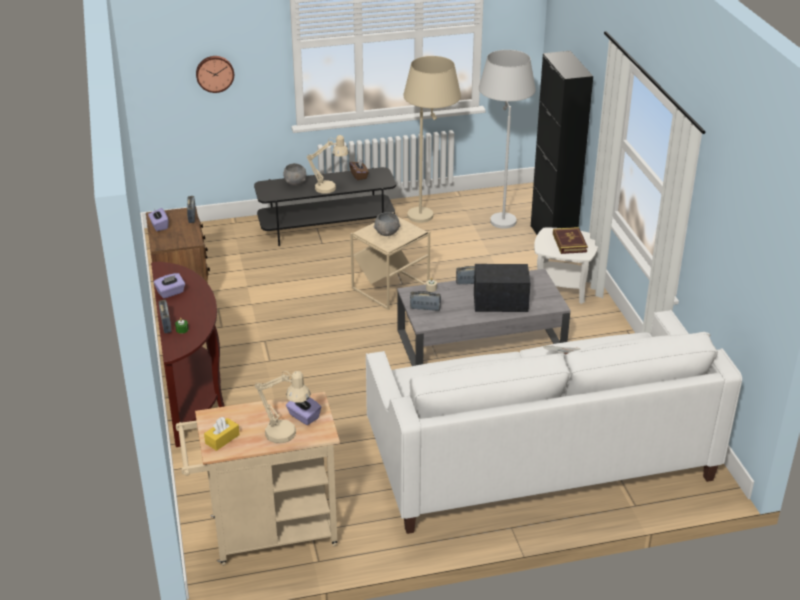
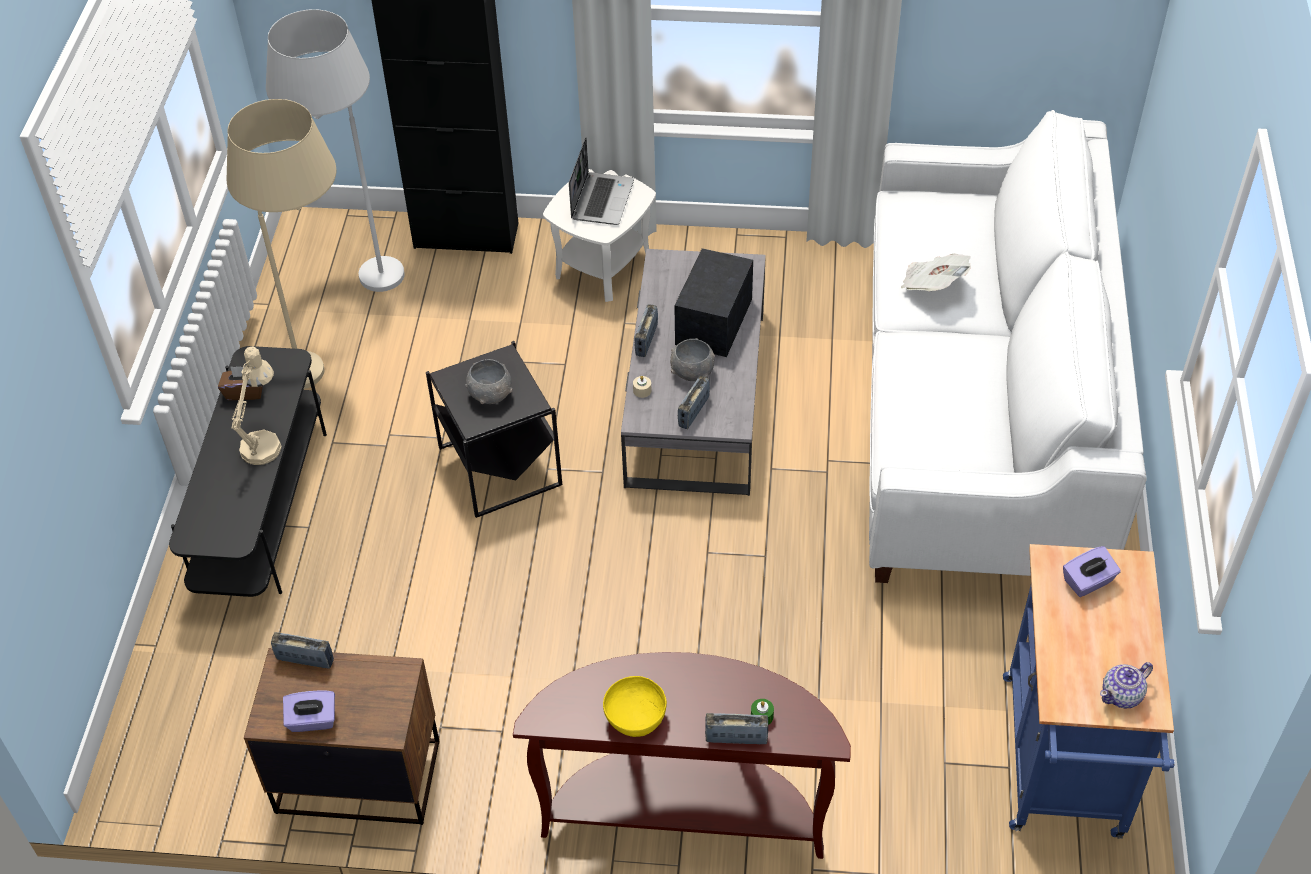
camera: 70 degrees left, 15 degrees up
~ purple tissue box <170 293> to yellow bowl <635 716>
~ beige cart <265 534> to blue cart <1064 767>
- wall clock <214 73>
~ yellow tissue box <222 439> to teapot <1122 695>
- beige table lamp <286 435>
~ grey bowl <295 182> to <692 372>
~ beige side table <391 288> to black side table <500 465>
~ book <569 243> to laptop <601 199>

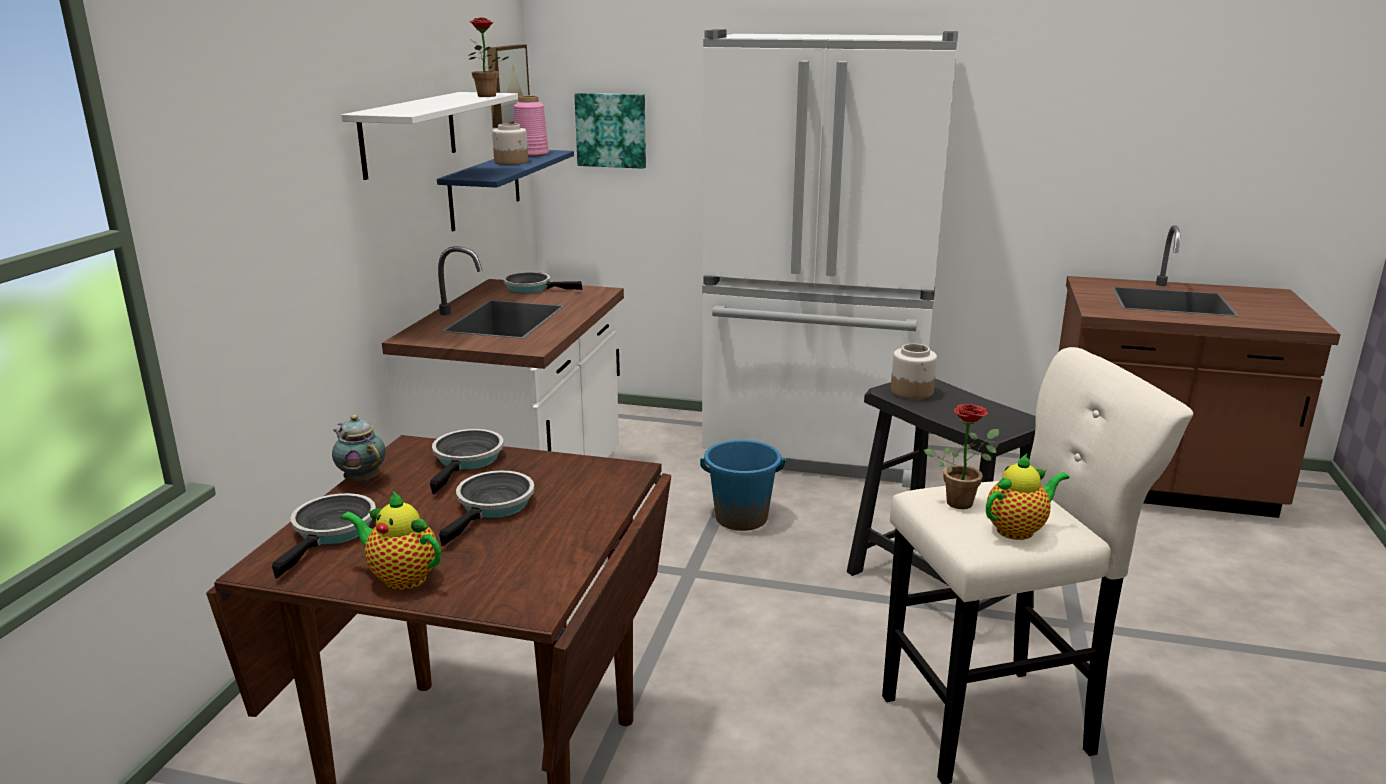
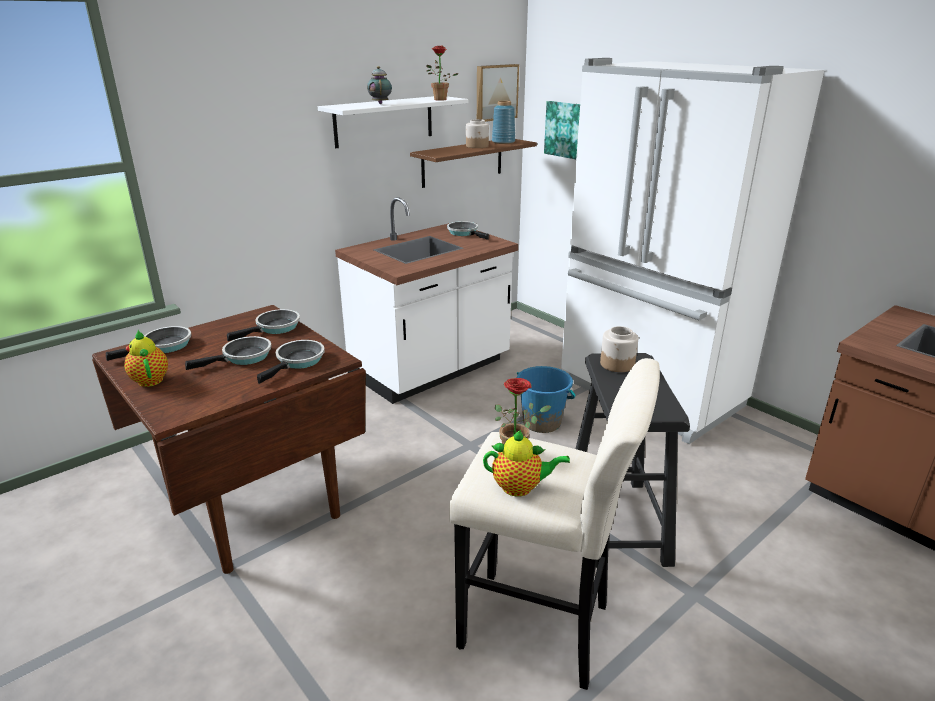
camera: 35 degrees right, 5 degrees up
~ teapot <362 479> to <380 103>
~ blue shelf <485 188> to brown shelf <462 162>
~ pink vase <532 154> to blue vase <503 142>
+ frying pan <298 361>

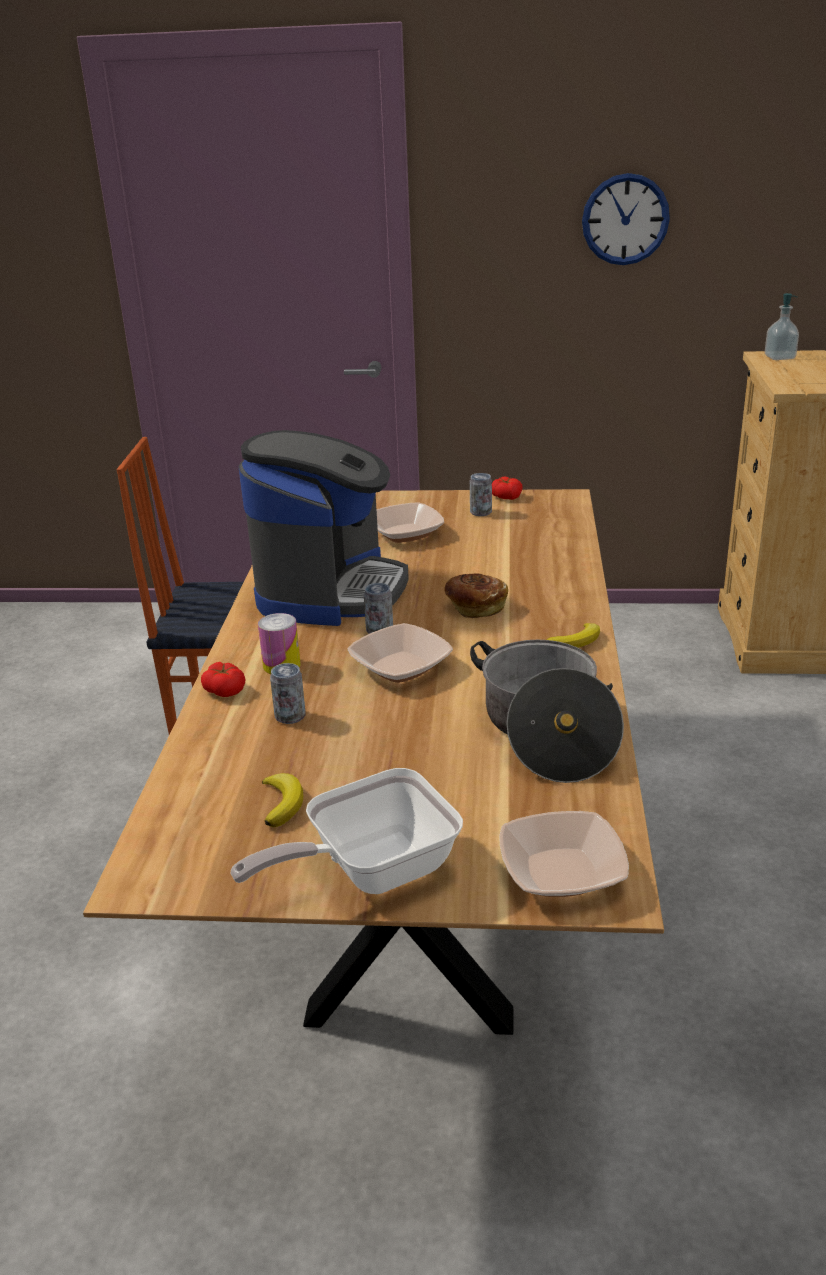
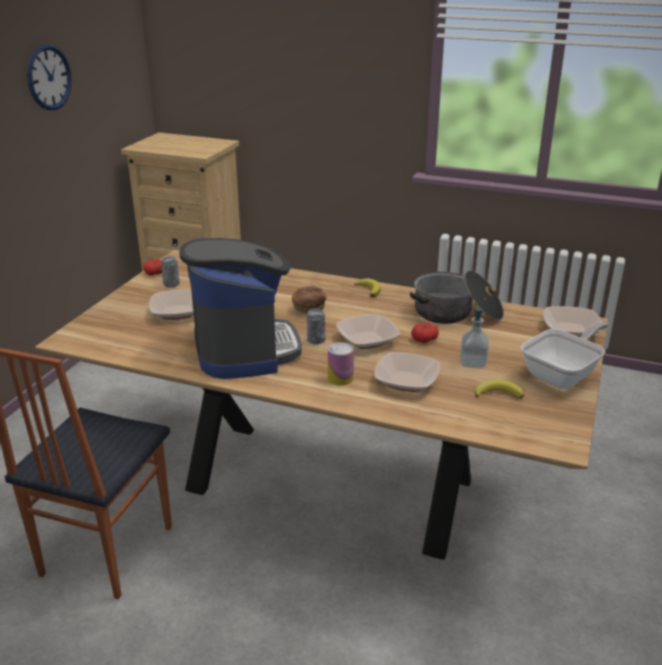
camera: 75 degrees left, 0 degrees up
~ tomato <225 690> to <424 339>
~ frying pan <370 872> = <563 375> 120 degrees counterclockwise
~ coffee machine <330 591> = <244 349> 45 degrees clockwise
~ can <290 716> to bowl <406 381>
~ soap dispenser <779 357> to <473 362>

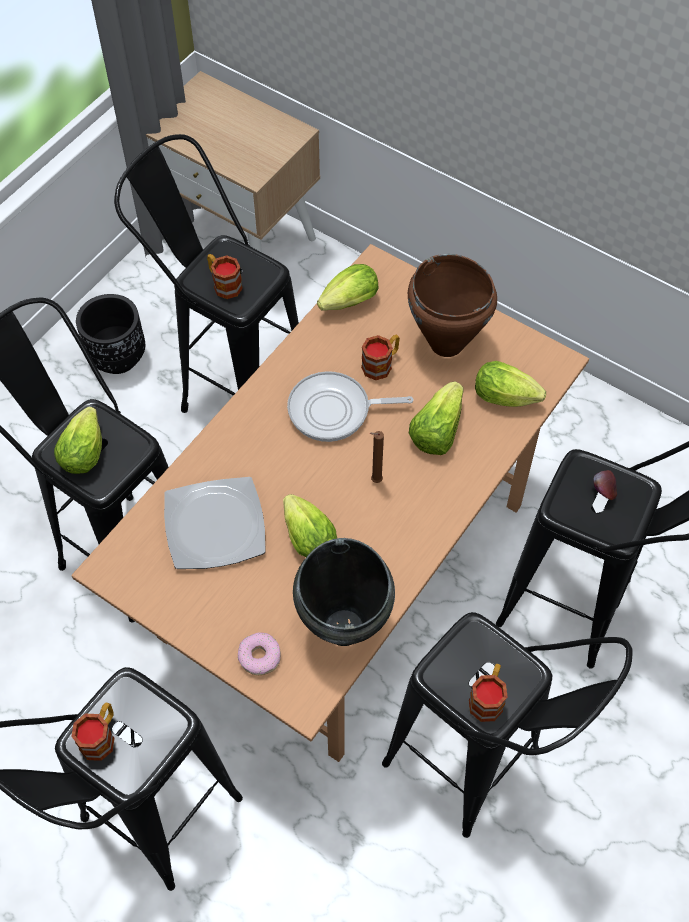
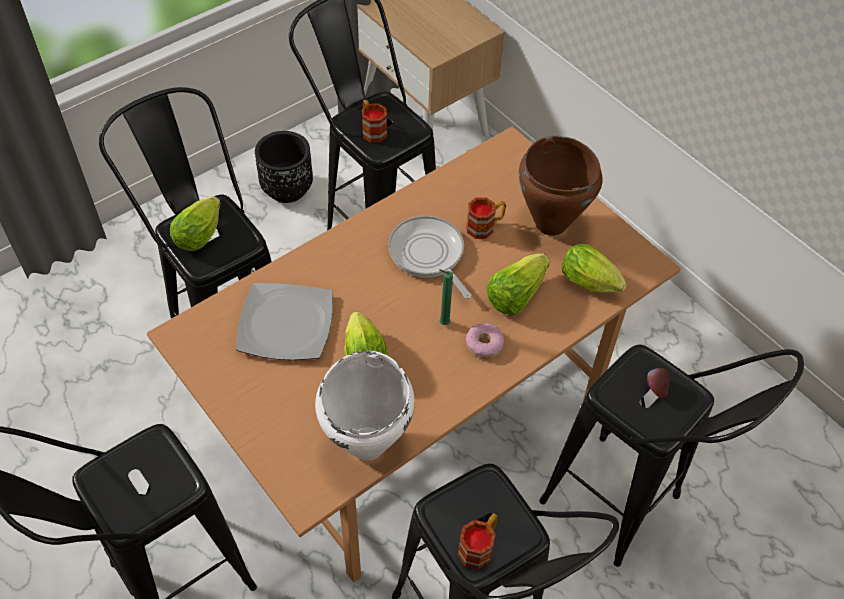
camera: 15 degrees right, 5 degrees down
- mug <101 736>
~ donut <260 656> to <484 344>
~ frying pan <334 411> = <428 255> 45 degrees clockwise
~ black cooking pot <344 627> to white cooking pot <368 443>
- lettuce <346 304>
~ brown candle <374 481> to green candle <442 323>

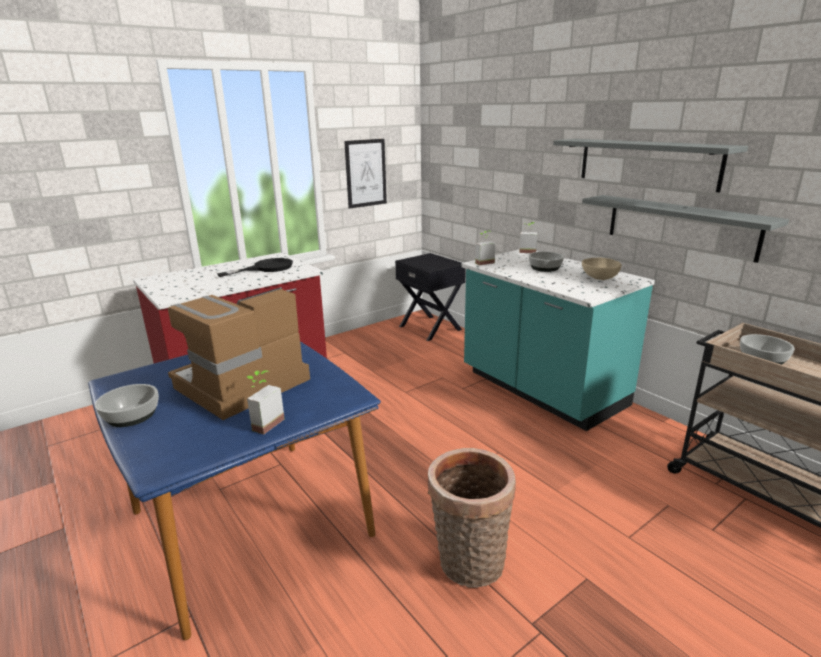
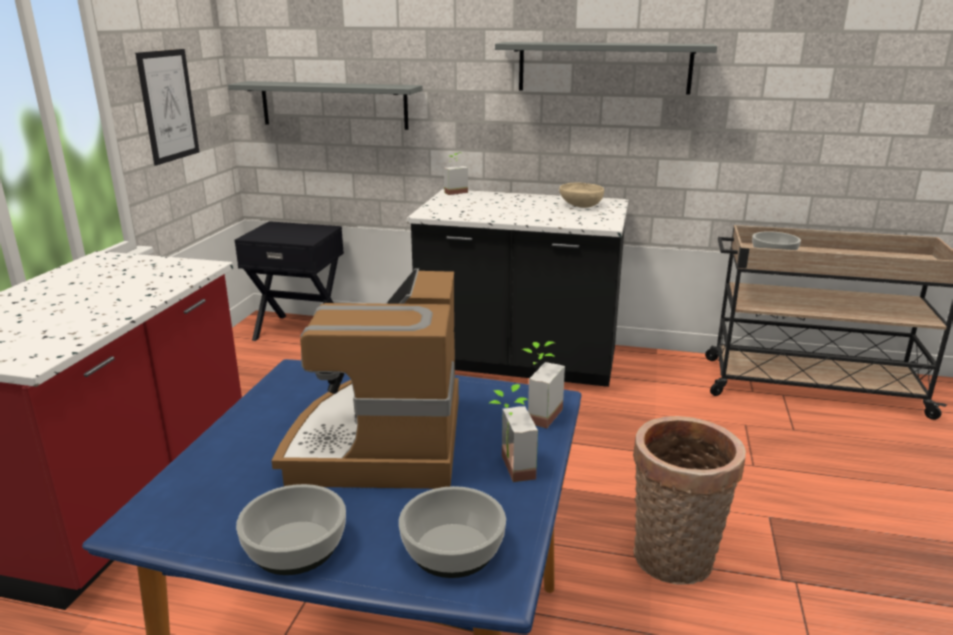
camera: 40 degrees left, 0 degrees up
- black frying pan <266 268>
~ turquoise counter <541 390> to black counter <519 361>
~ potted plant <483 262> to <537 414>
~ bowl <544 268> to <451 550>
~ grey shelf <680 226> to <334 105>

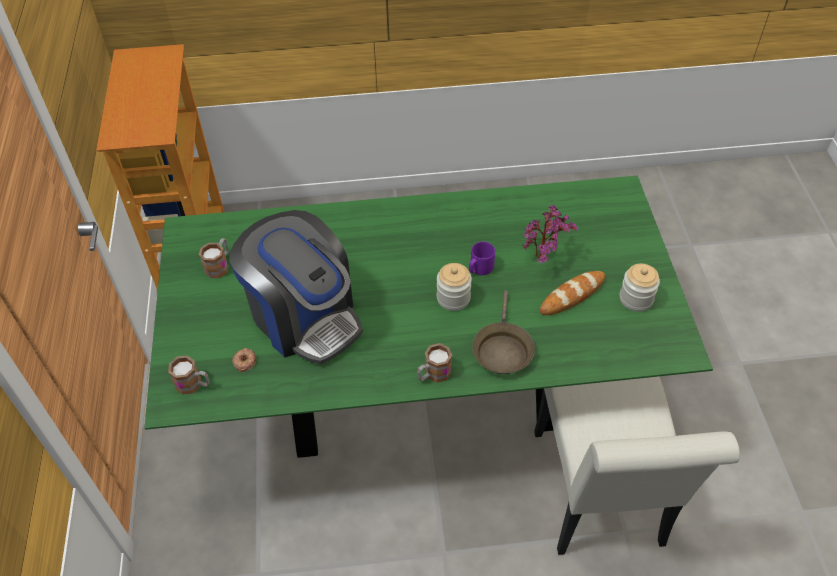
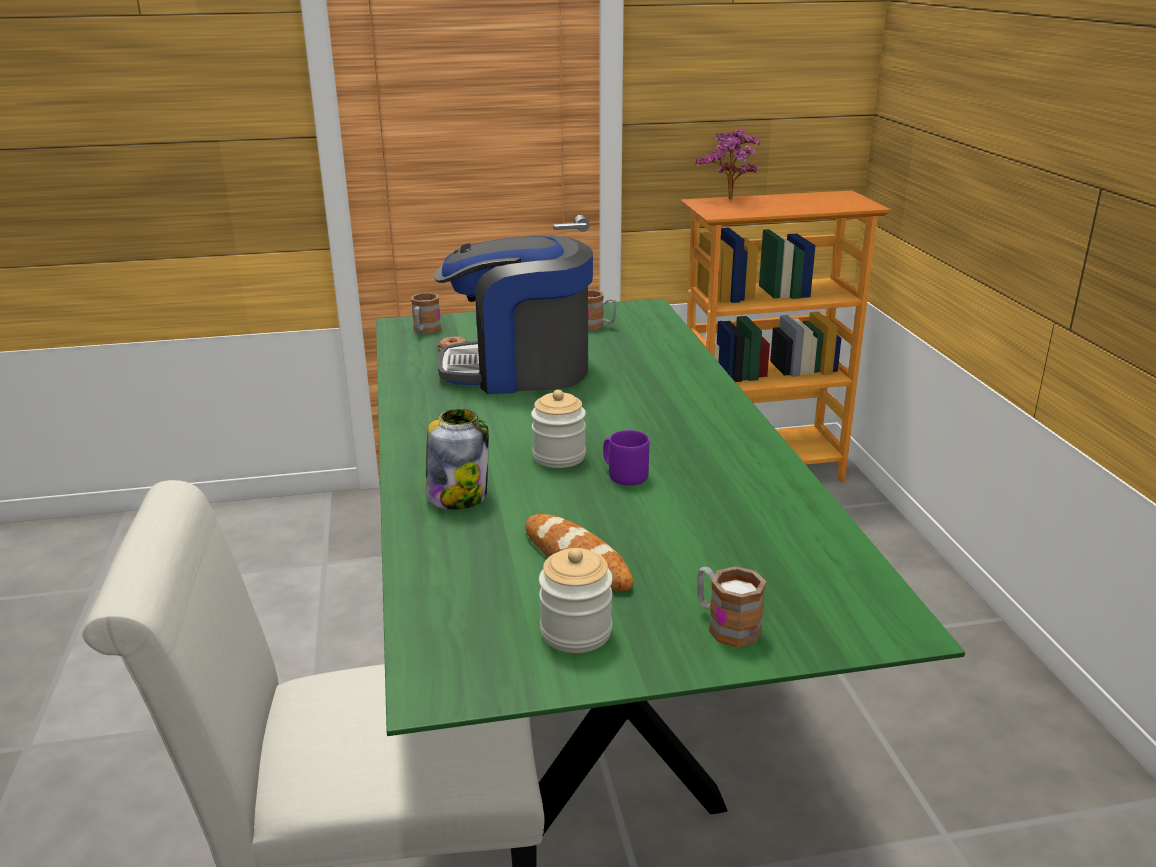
camera: 85 degrees right, 25 degrees down
~ coffee machine <304 317> = <518 370> 45 degrees clockwise
~ mug <433 374> to <725 625>
~ brown frying pan <502 349> to jar <458 496>
~ potted plant <543 258> to <730 200>

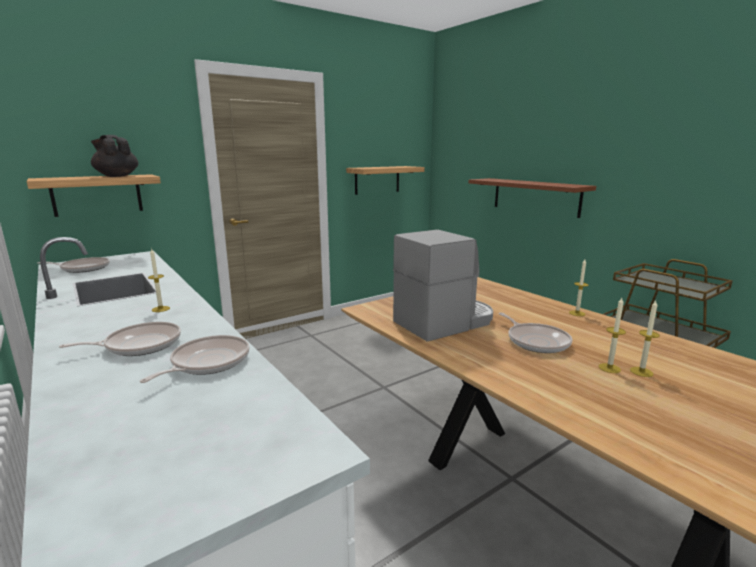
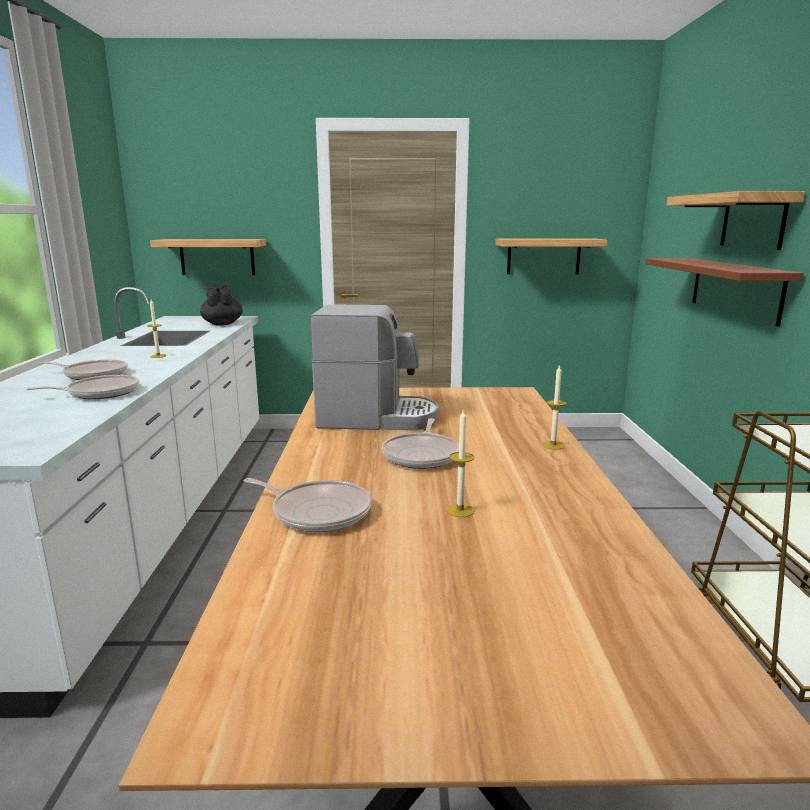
camera: 35 degrees right, 0 degrees up
~ frying pan <83 268> to <317 512>
~ black teapot <117 176> to <222 324>
- candle <609 368>
+ shelf <753 221>

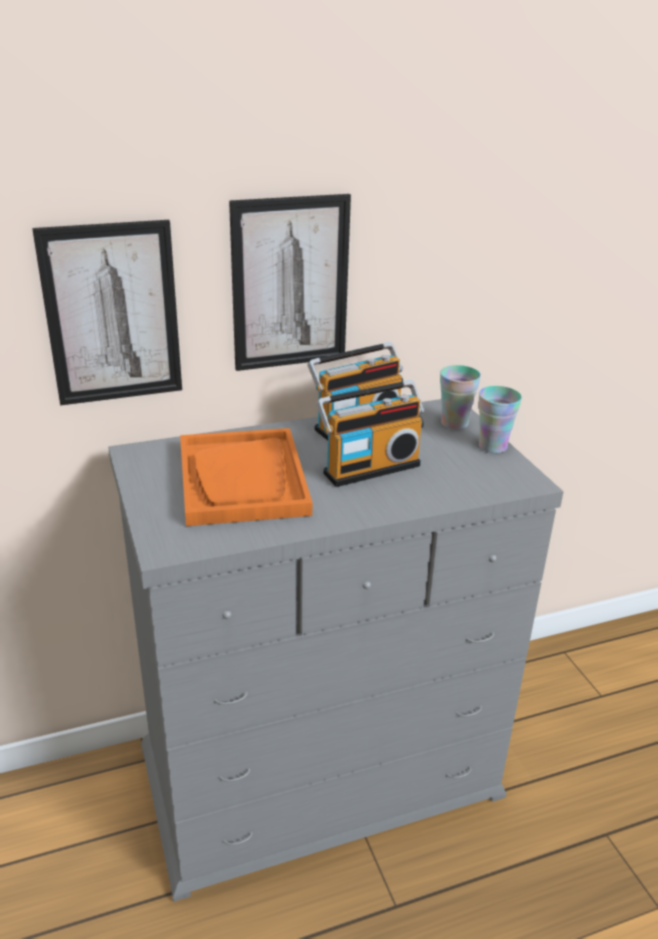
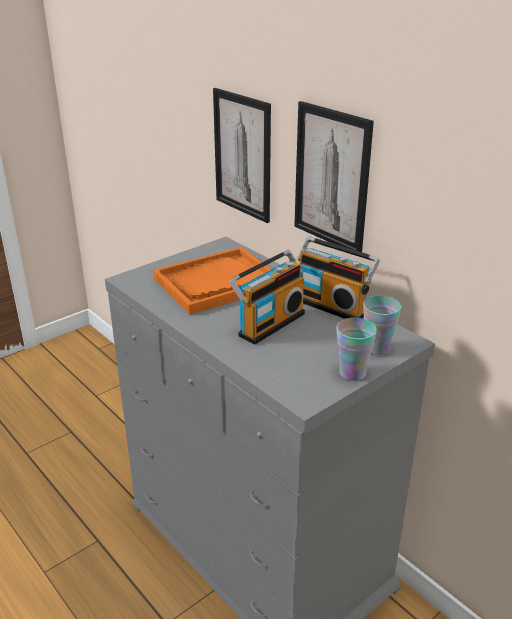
camera: 70 degrees right, 0 degrees up
~ radio <370 467> = <269 323> 90 degrees counterclockwise

